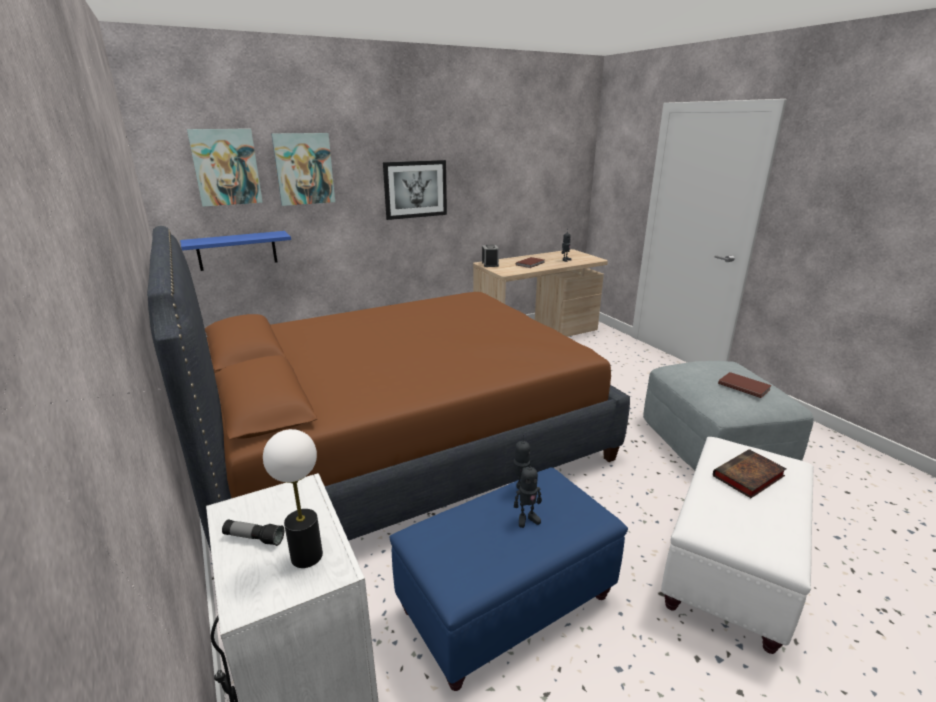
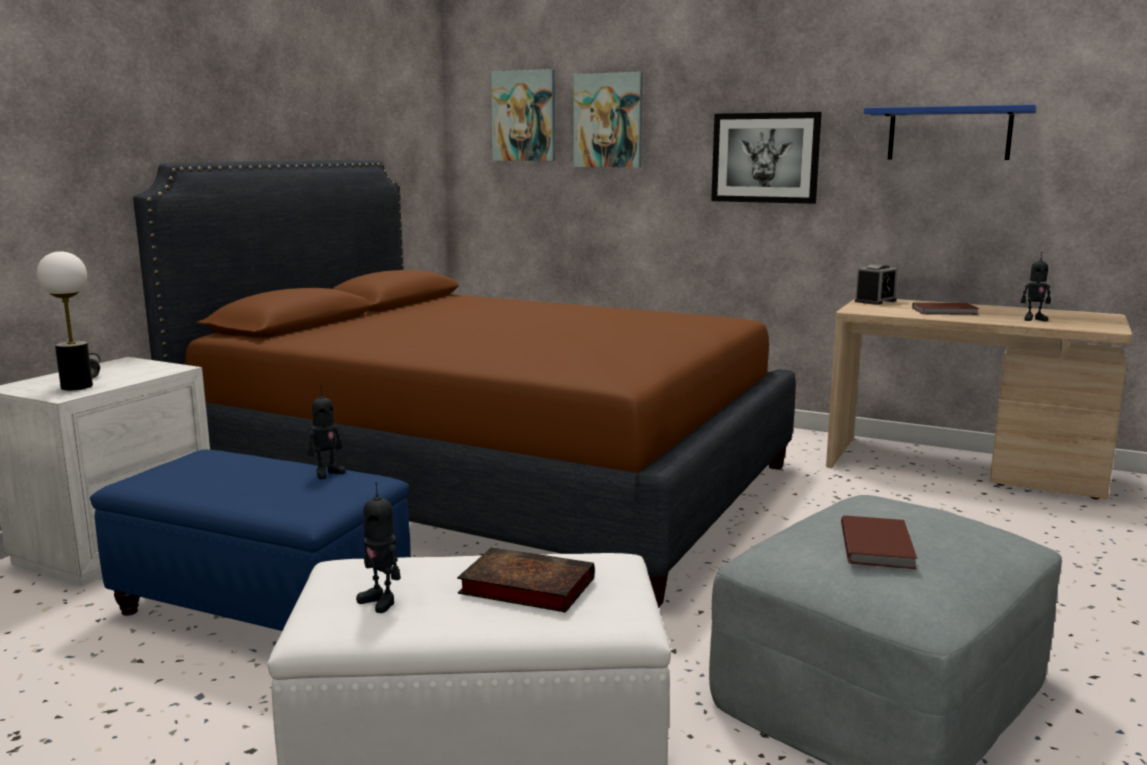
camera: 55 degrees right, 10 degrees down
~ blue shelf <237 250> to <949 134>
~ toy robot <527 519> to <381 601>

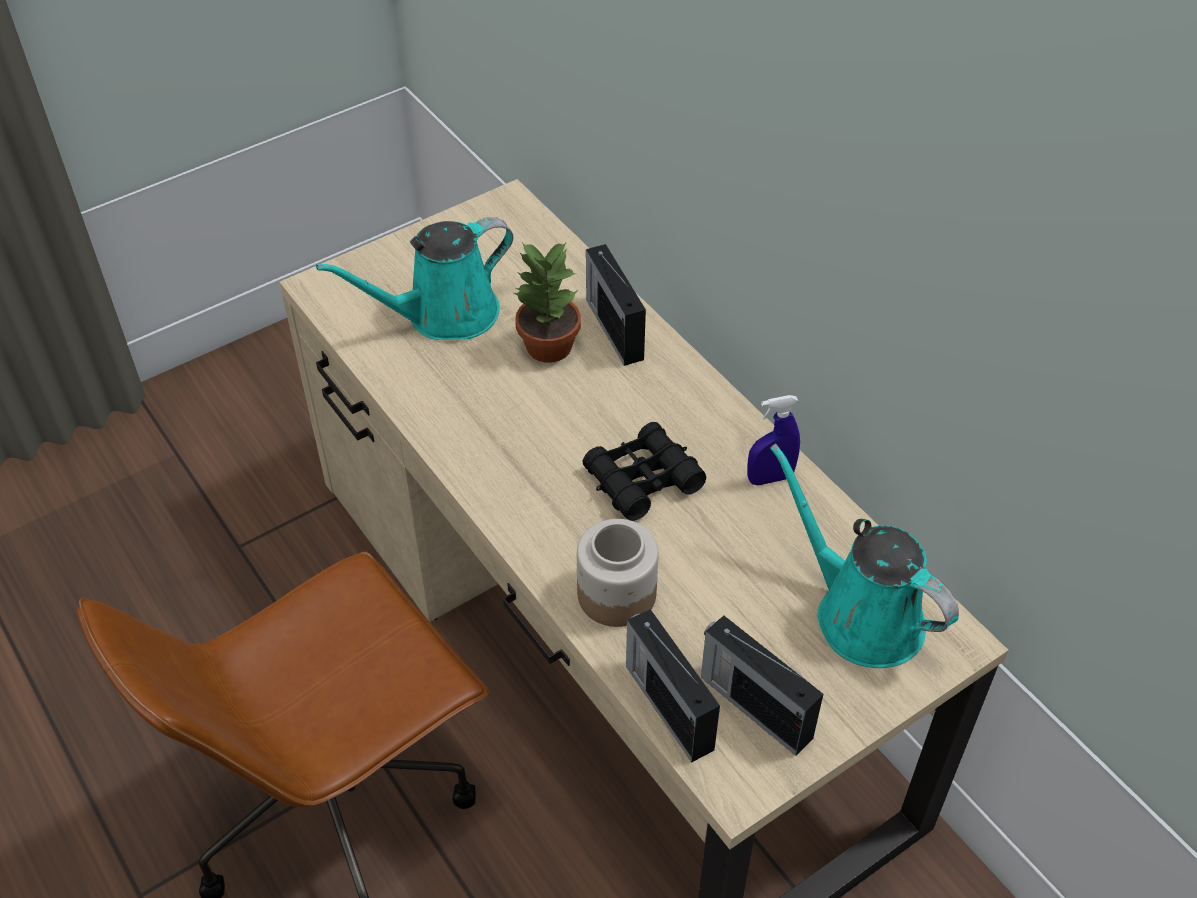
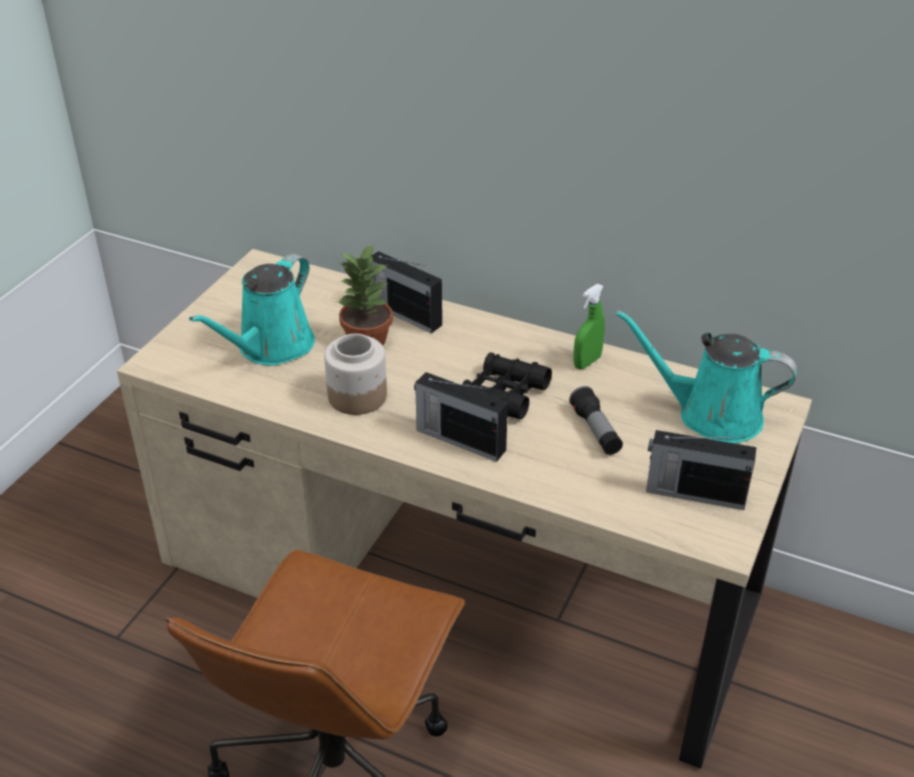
camera: 30 degrees left, 10 degrees down
~ jar <615 594> to <356 396>
~ radio <668 705> to <459 439>
~ blue spray bottle <770 478> to green spray bottle <587 362>
+ flashlight <595 431>

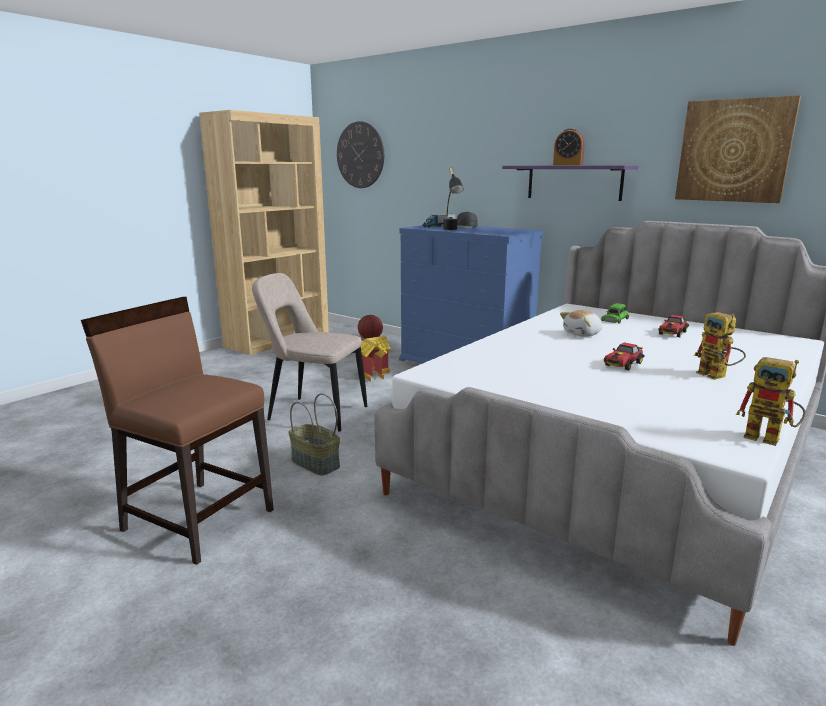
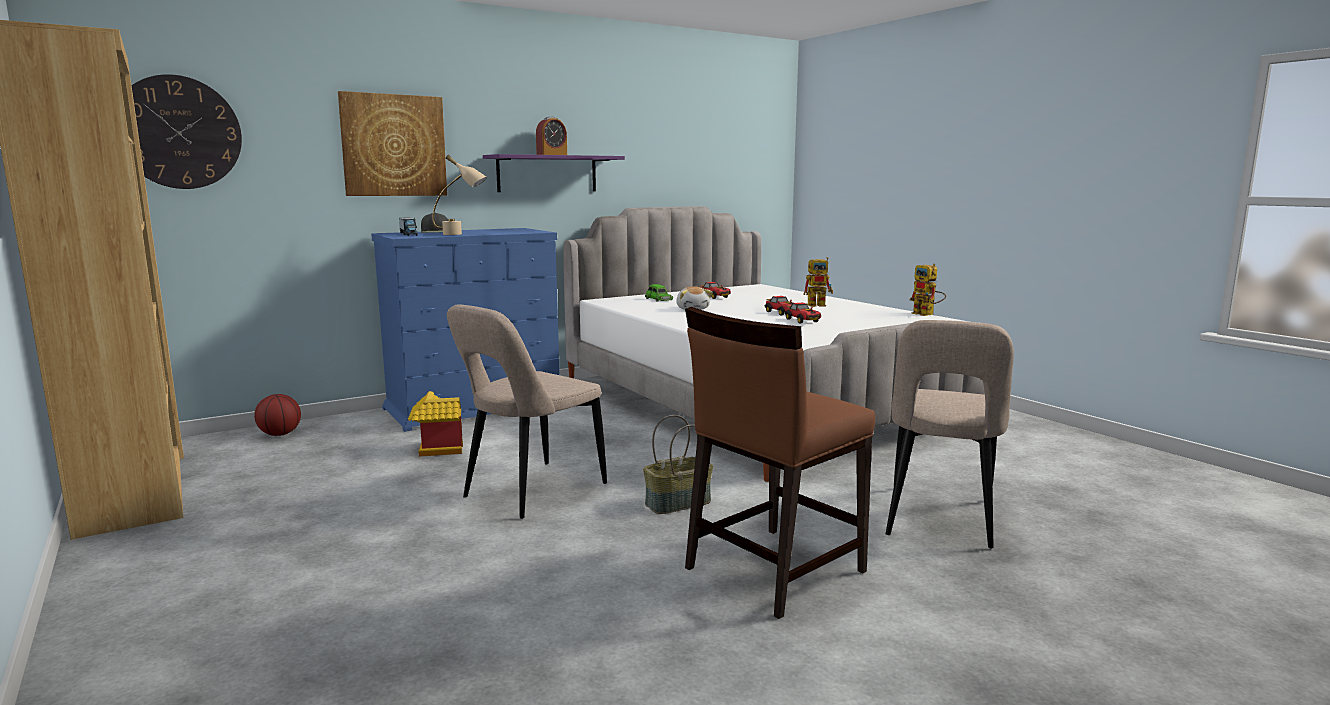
camera: 70 degrees left, 5 degrees down
~ black table lamp <451 229> to beige table lamp <461 234>
~ picture <734 151> to <394 145>
~ toy robot <770 439> = <927 314> 90 degrees clockwise
+ toy car <802 321>
+ beige chair <939 519>

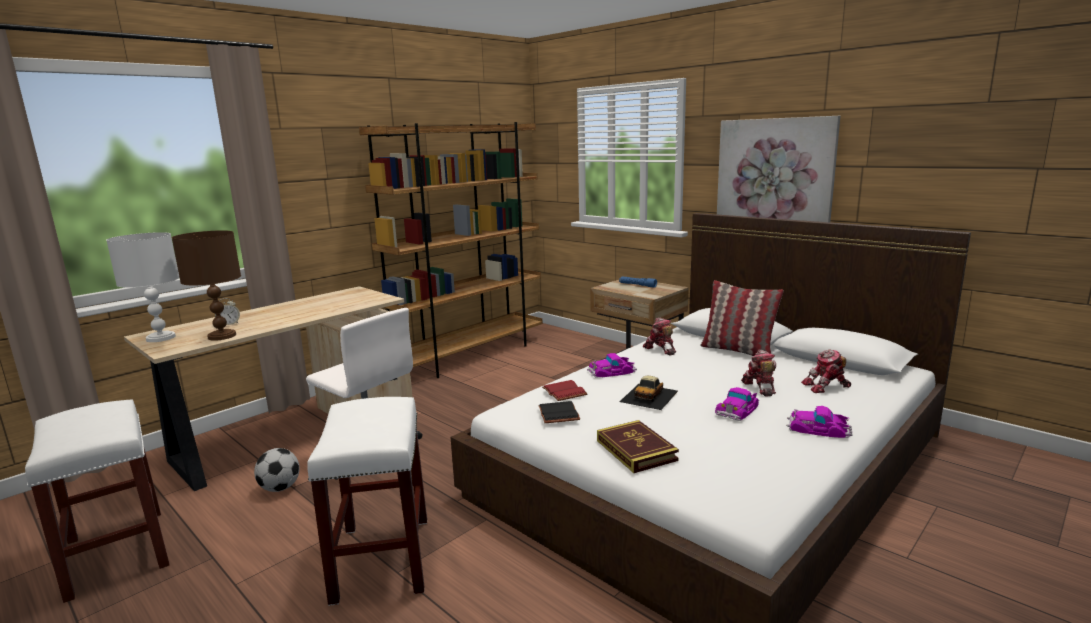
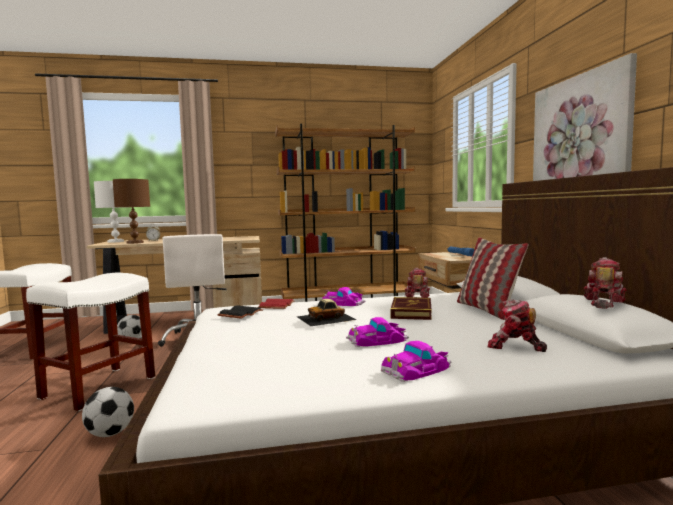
camera: 35 degrees right, 10 degrees down
~ book <636 450> to <411 312>
~ toy robot <760 387> to <602 303>
~ toy car <818 428> = <416 369> 90 degrees counterclockwise
+ football <110 434>

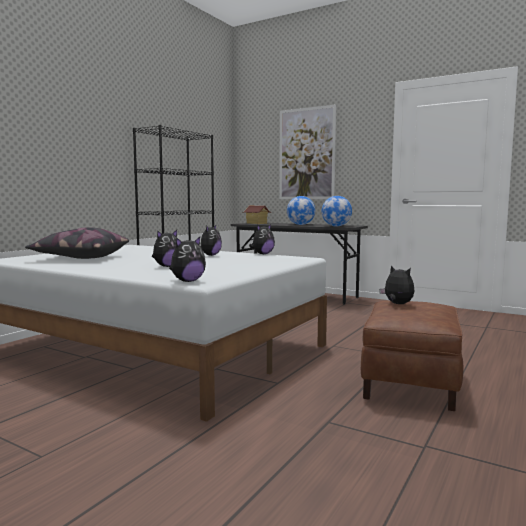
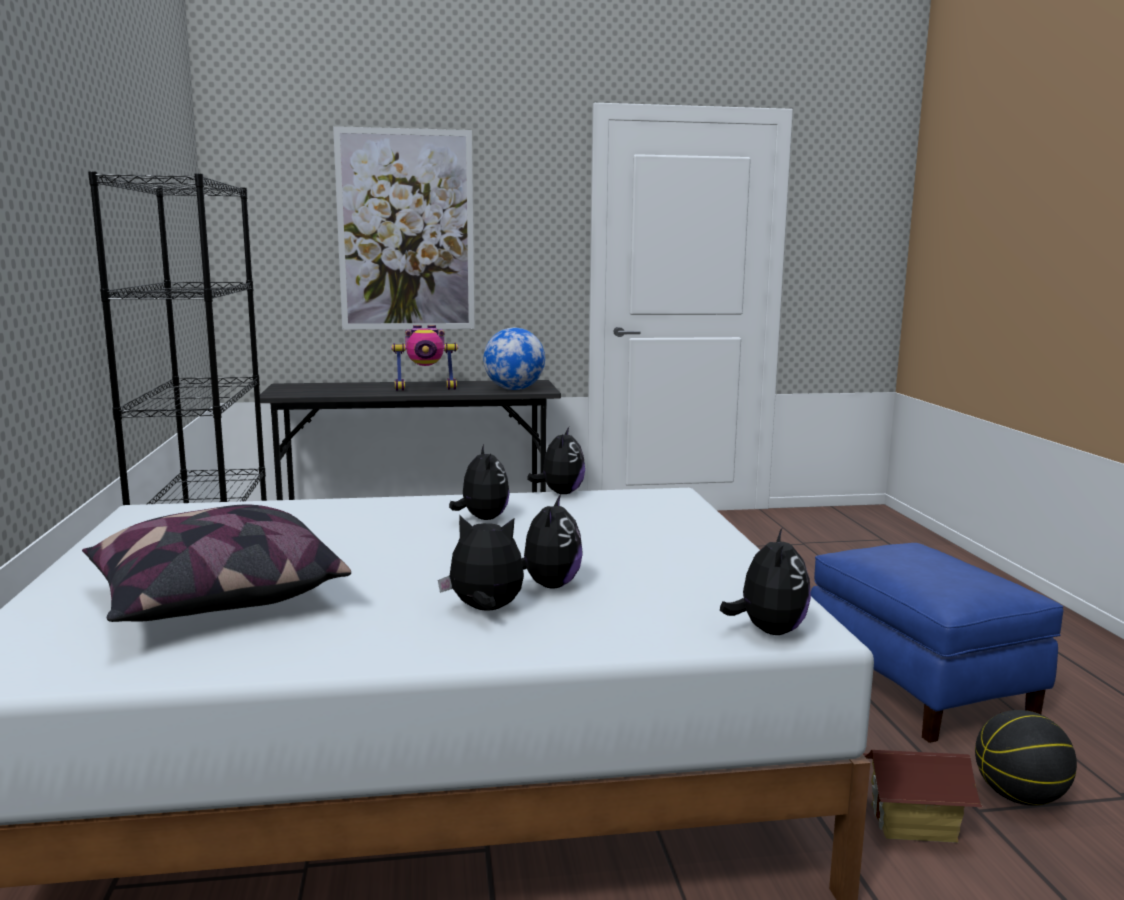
camera: 40 degrees left, 5 degrees up
~ toy house <256 223> to <913 824>
~ globe <300 224> to toy robot <426 388>
~ brown ottoman <411 383> to blue ottoman <920 687>
~ plush toy <397 304> to <485 610>
+ basketball <1018 796>

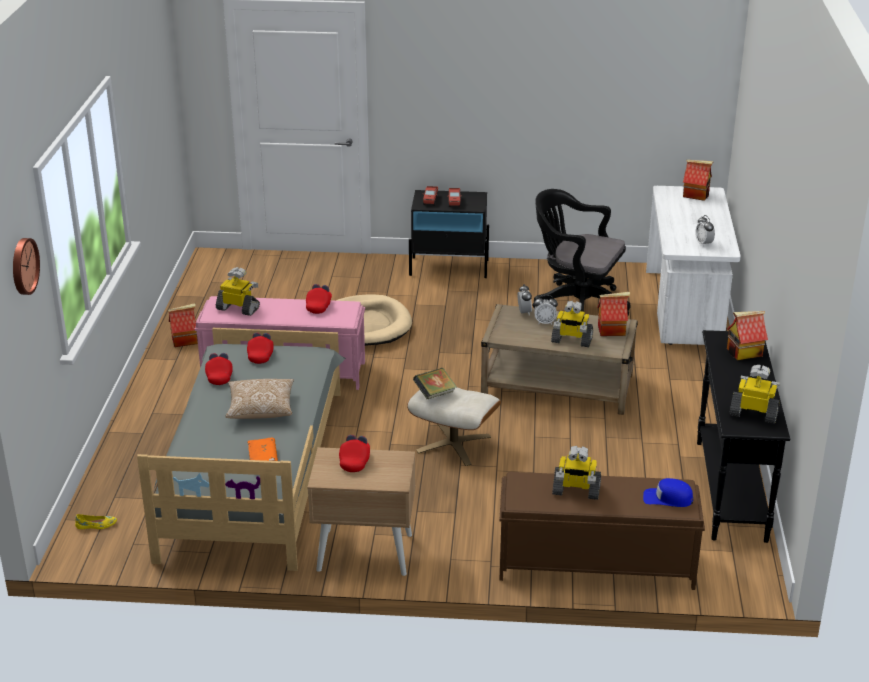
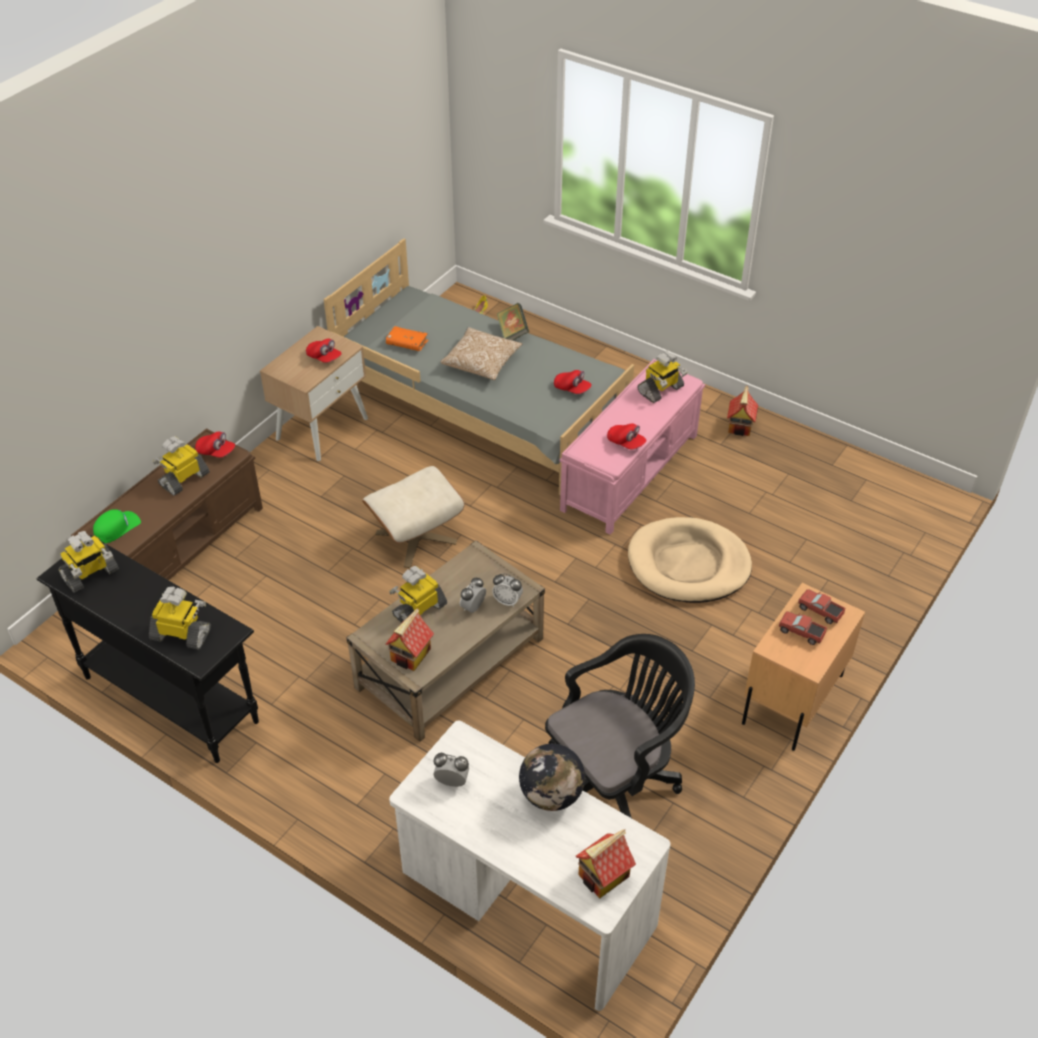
camera: 120 degrees right, 15 degrees up
- wall clock <23 266>
~ red cap <219 376> to <216 452>
~ black nightstand <449 267> to beige nightstand <792 699>
~ book <435 394> to <512 332>
~ blue cap <667 498> to green cap <116 528>
~ toy house <744 353> to toy robot <182 634>
+ globe <551 795>

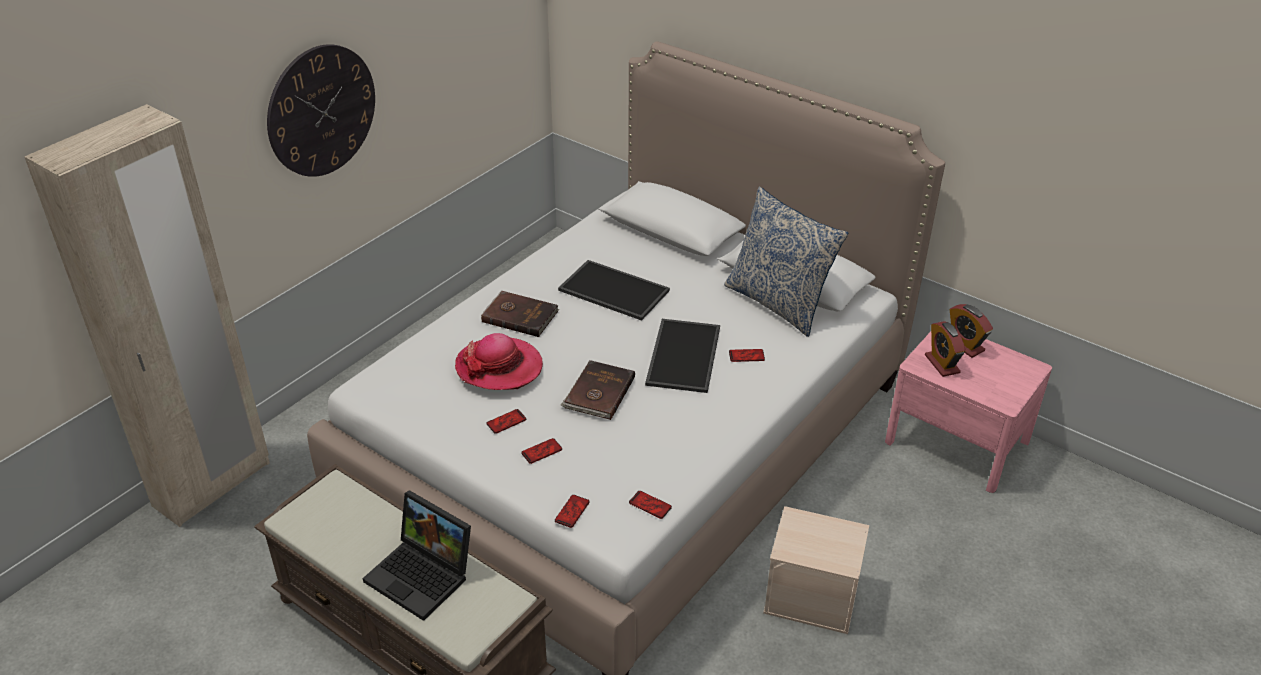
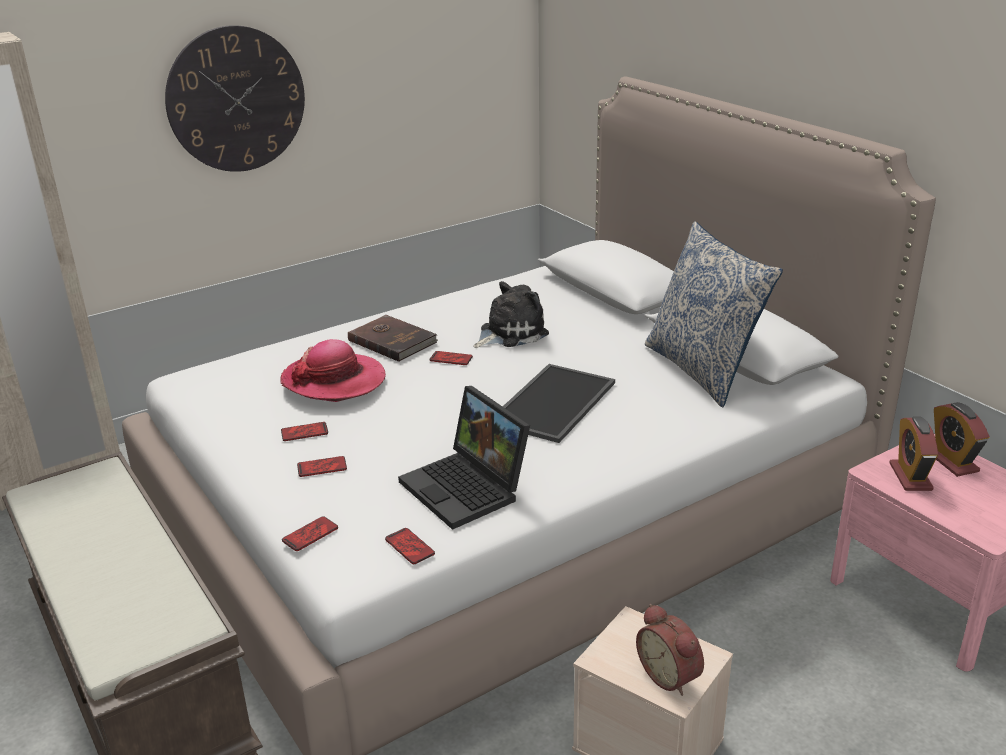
camera: 20 degrees right, 10 degrees down
~ laptop <423 575> to <468 488>
~ tray <612 291> to plush toy <510 333>
- brown book <598 393>
~ phone <746 356> to <451 359>
+ alarm clock <671 675>

